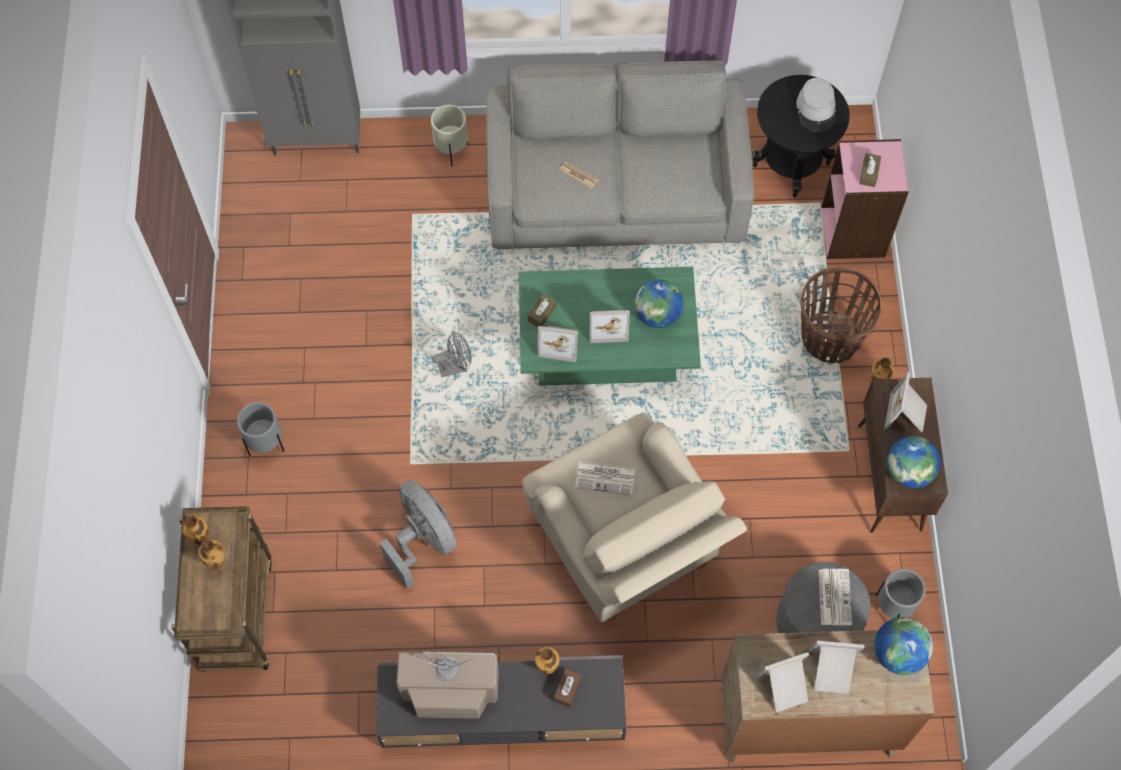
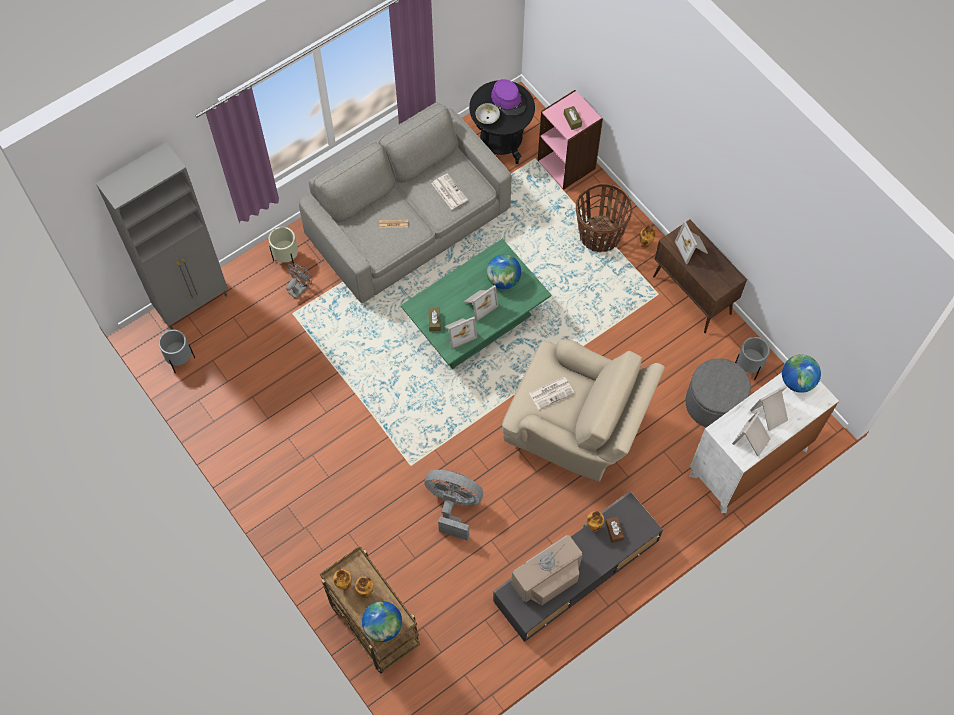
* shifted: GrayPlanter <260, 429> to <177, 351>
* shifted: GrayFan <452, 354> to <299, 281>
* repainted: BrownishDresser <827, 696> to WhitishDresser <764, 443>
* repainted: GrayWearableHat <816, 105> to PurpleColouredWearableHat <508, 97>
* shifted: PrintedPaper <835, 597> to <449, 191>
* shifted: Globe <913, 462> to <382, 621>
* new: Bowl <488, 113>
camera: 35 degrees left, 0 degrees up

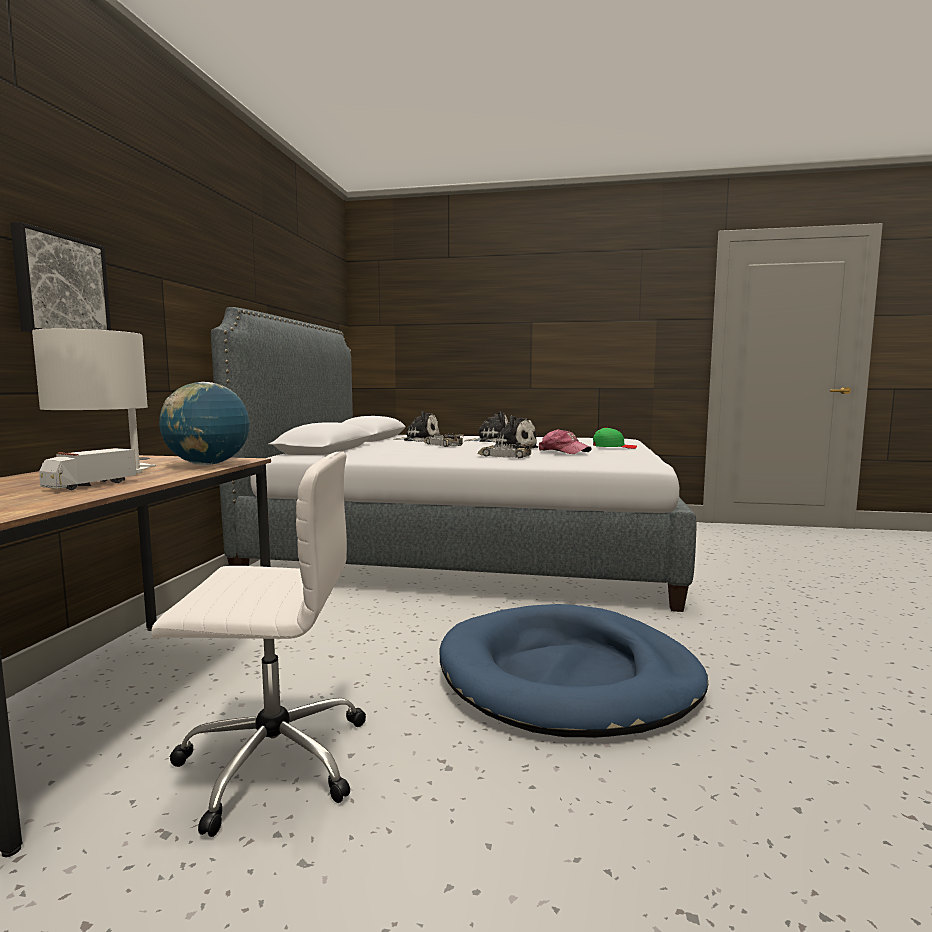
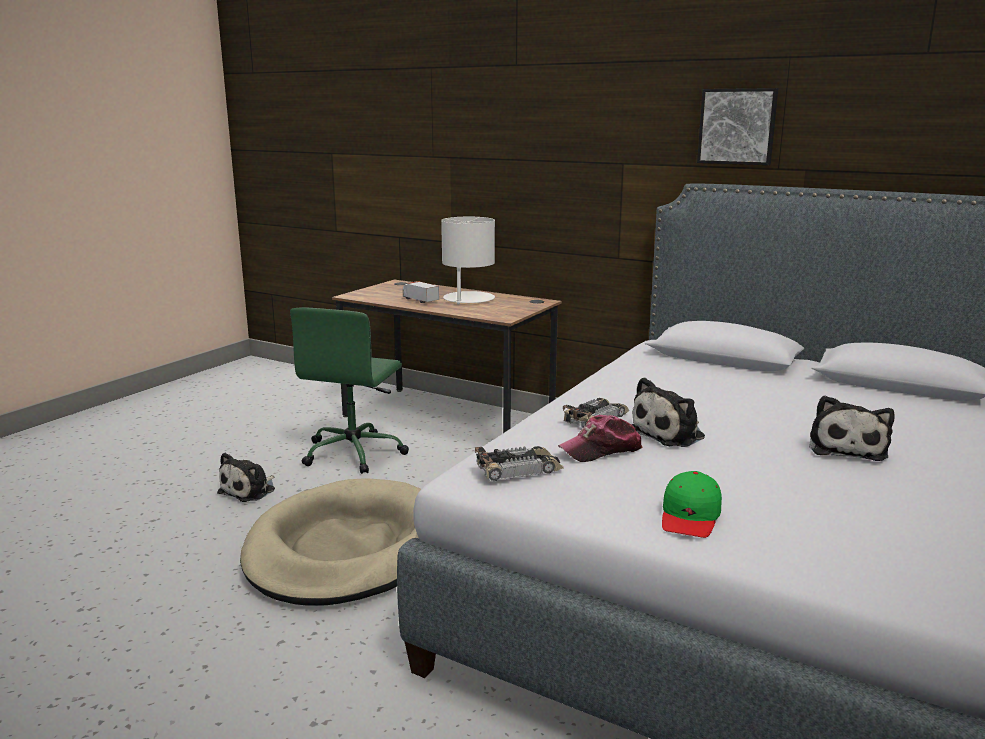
* shifted: WallArt <60, 277> to <737, 126>
* repainted: WhitishComputerChair <258, 644> to GreenComputerChair <349, 390>
* gone: Globe <204, 423>
* shifted: SoftToy <416, 426> to <246, 477>
* shifted: ToyCar <444, 440> to <519, 463>
* repainted: BlueColouredPetBed <573, 670> to BeigePetBed <330, 542>
camera: 110 degrees right, 10 degrees up

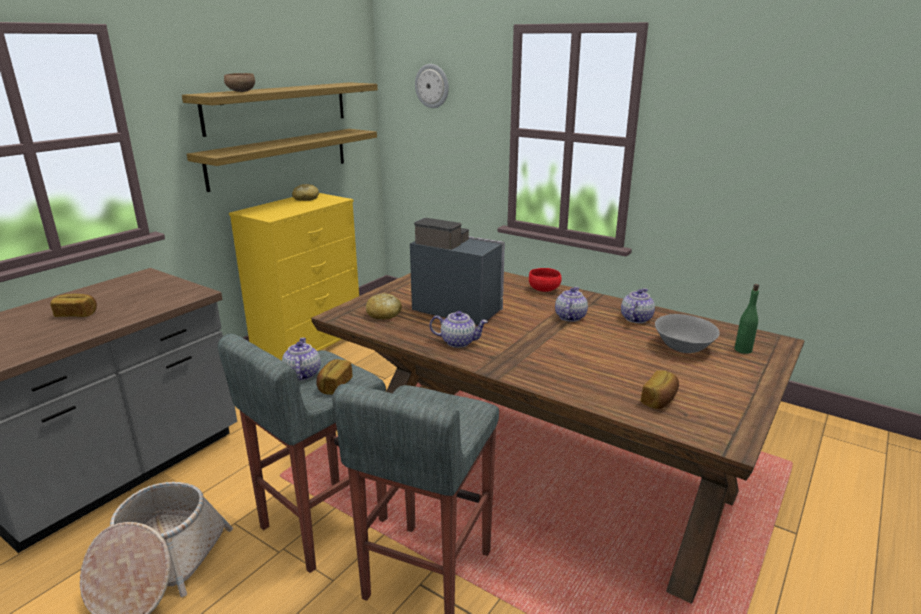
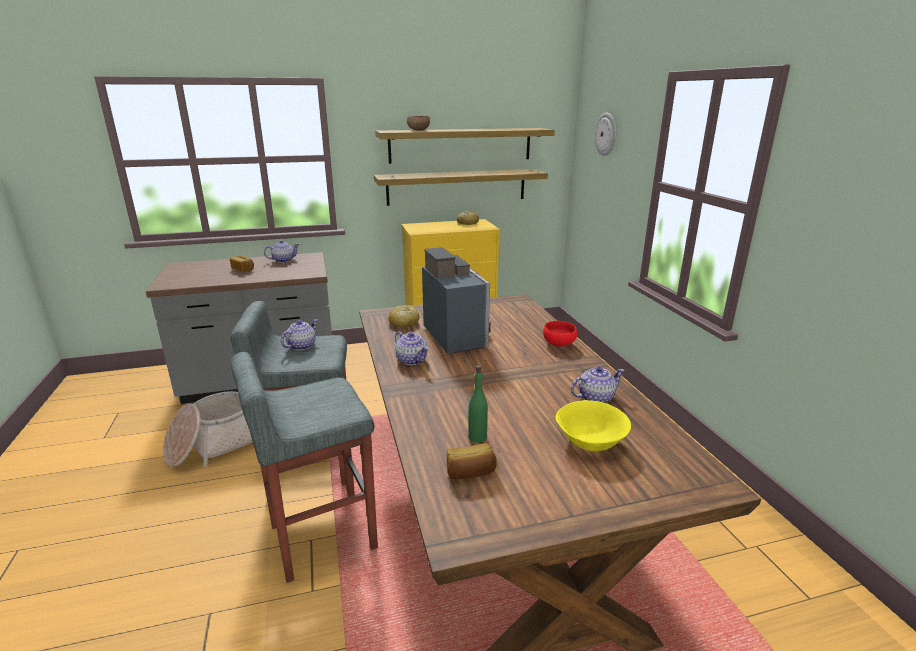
* gone: BakeryBread <334, 377>
* shifted: TeaPot <571, 304> to <281, 251>
* repainted: GrayBowl <687, 333> to YellowColouredBowl <593, 425>
* shifted: GreenDrinkBottle <747, 319> to <478, 404>
camera: 40 degrees right, 0 degrees up

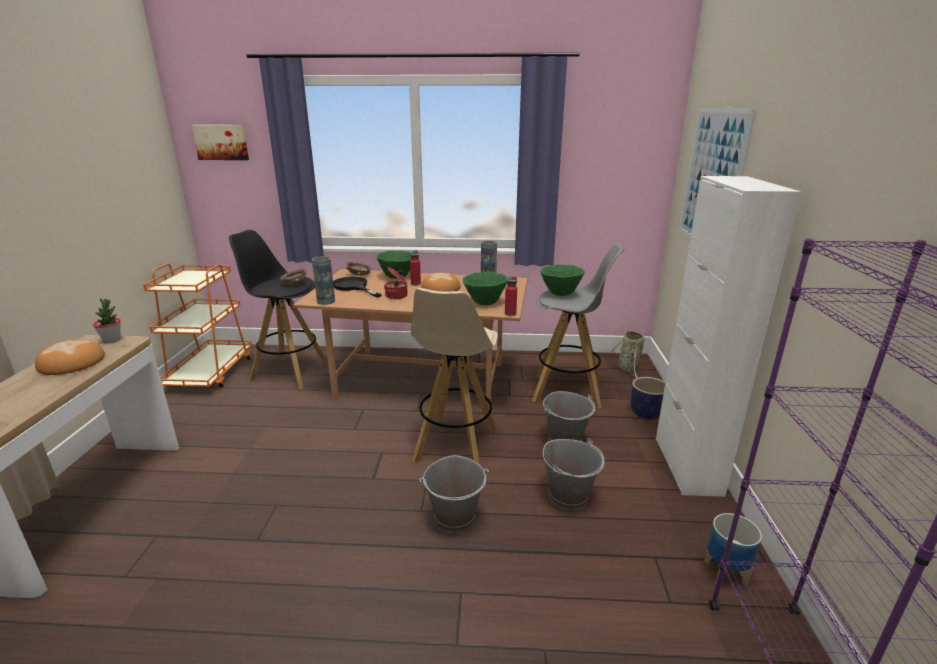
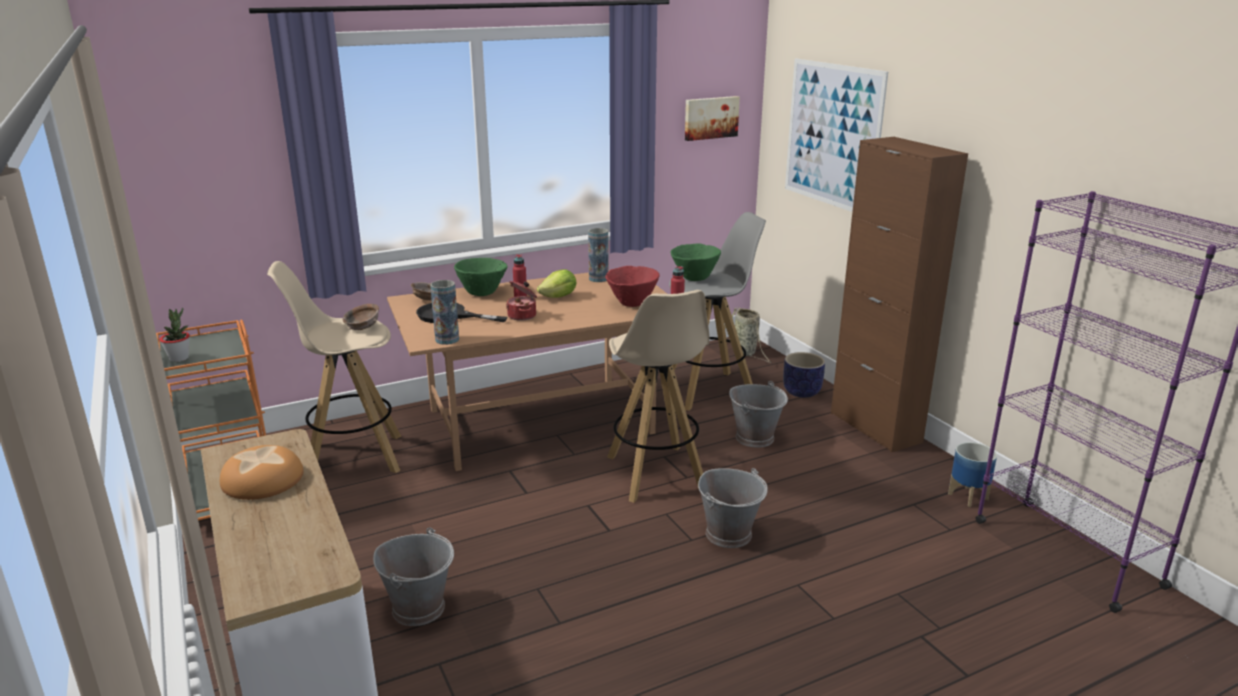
* shifted: PottedPlant <107, 321> to <174, 335>
* shifted: WallArt <220, 142> to <712, 118>
* repainted: BlackishStoolSeat <279, 310> to BeigeStoolSeat <334, 367>
* swapped: BakeryBread <441, 281> to Lettuce <556, 283>
* repainted: GreenBowl <485, 288> to ReddishBowl <632, 286>
* shifted: GrayWaterBucket <574, 475> to <413, 576>
* repainted: WhitishCabinet <728, 336> to BrownishCabinet <899, 294>
camera: 30 degrees left, 0 degrees up

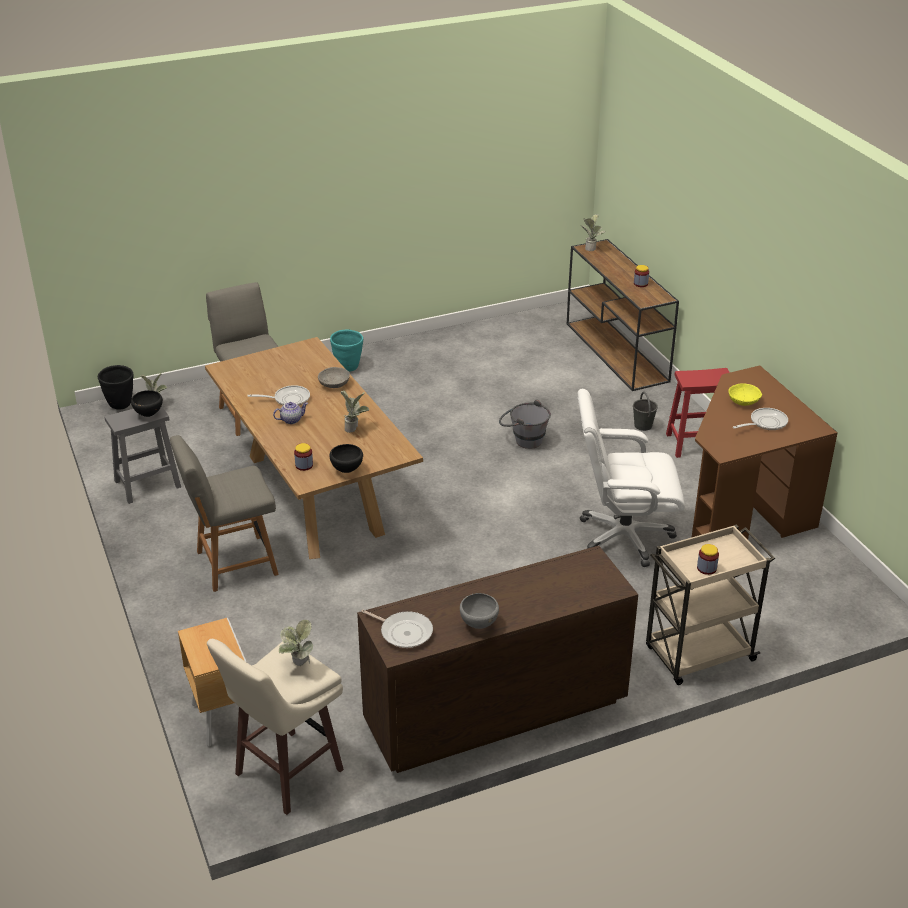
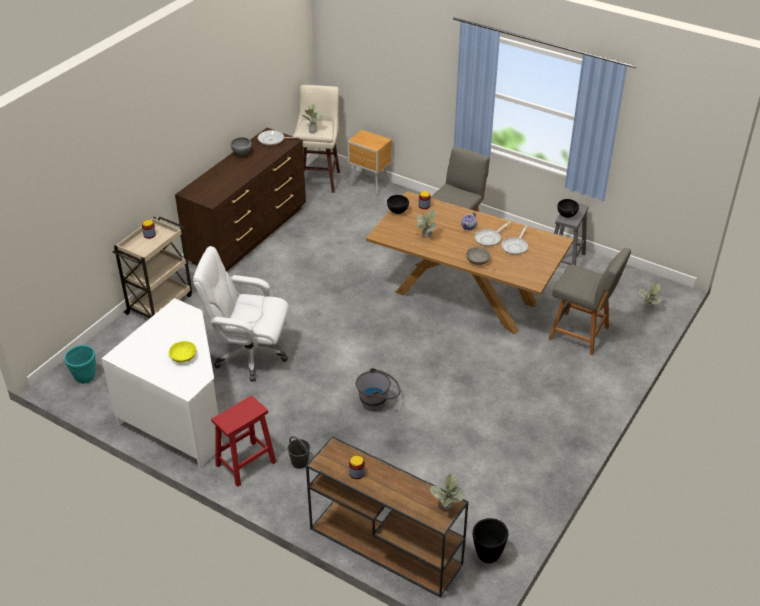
* shifted: BlackishPlanter <116, 387> to <491, 540>
* shifted: TurquoisePlanter <346, 350> to <80, 364>
* rotated: WhitishComputerChair <631, 478> = <241, 314> 135 degrees counterclockwise
* repainted: BrownishDeskUnit <764, 452> to WhitishDeskUnit <162, 383>
* shifted: Skillet <760, 419> to <515, 240>
camera: 145 degrees right, 5 degrees up

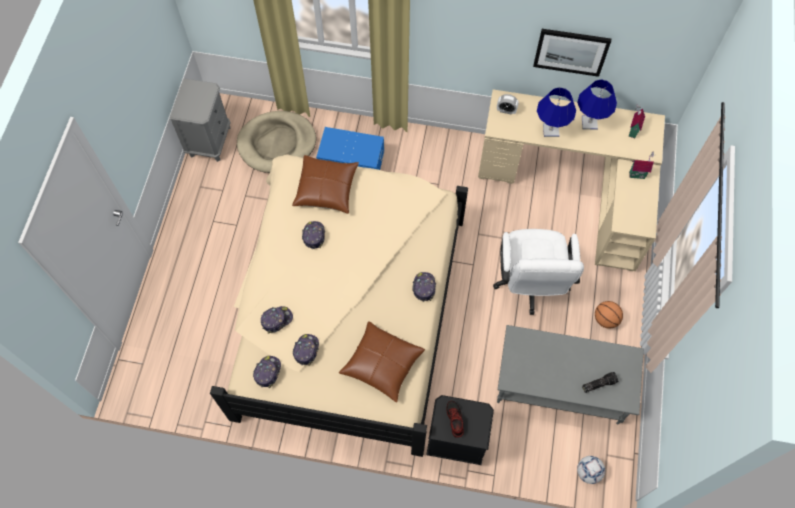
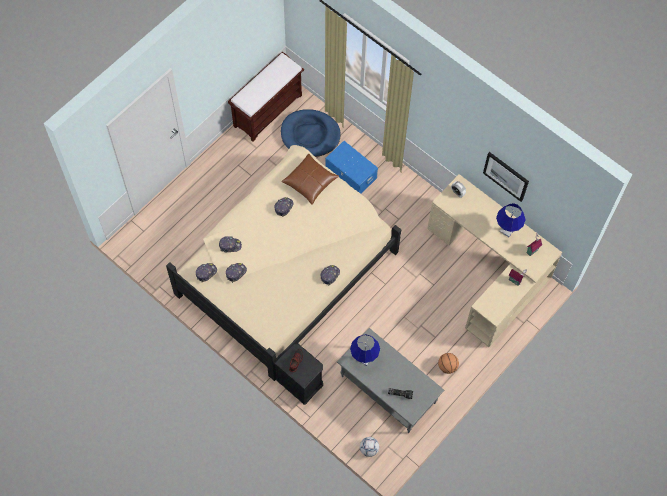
* swapped: GrayNightstand <200, 120> to BrownishBench <266, 97>
* repainted: BeigePetBed <276, 142> to BlueColouredPetBed <311, 133>
* gone: BrownishPillow <382, 362>
* gone: WhitishComputerChair <538, 272>
* shifted: BlueColouredTableLamp <556, 112> to <365, 350>
camera: 30 degrees right, 0 degrees up

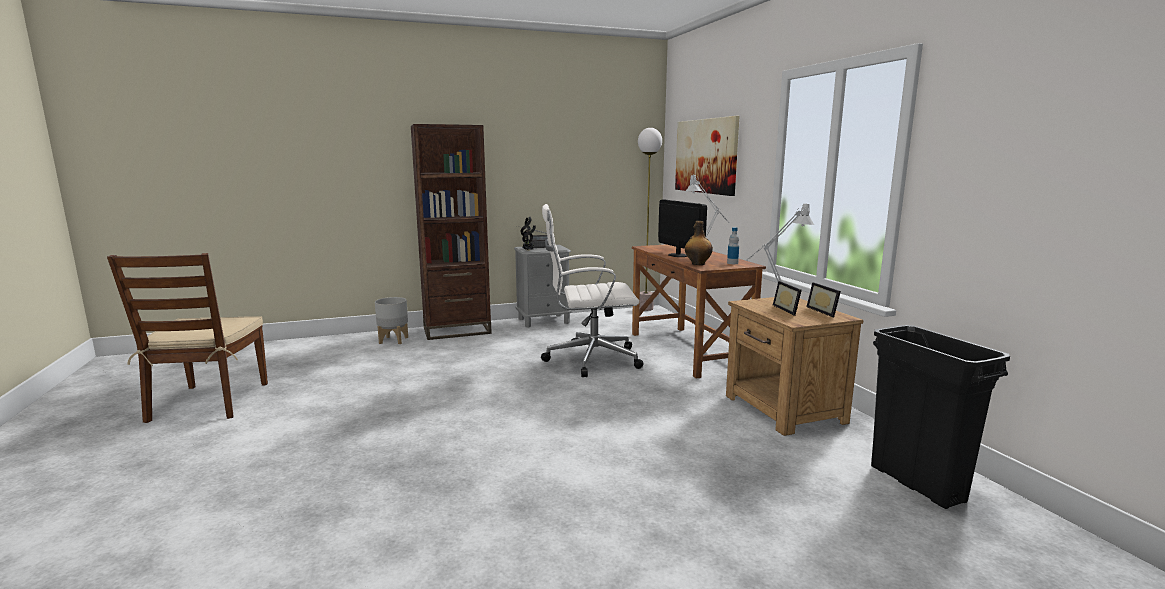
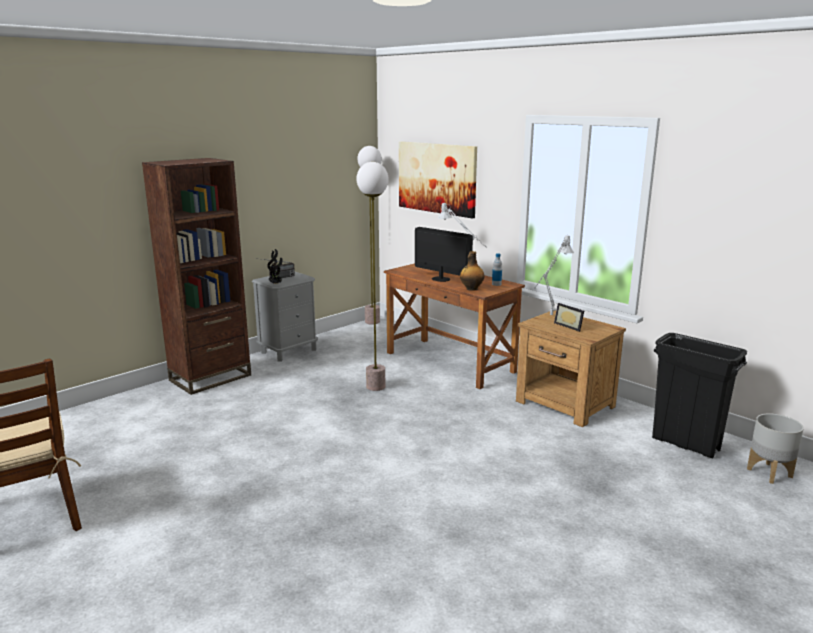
* shifted: GrayPlanter <391, 320> to <775, 448>
* swapped: WhitishComputerChair <592, 290> to StandardLamp <373, 276>
* gone: PhotoFrame <823, 299>
camera: 25 degrees left, 5 degrees up

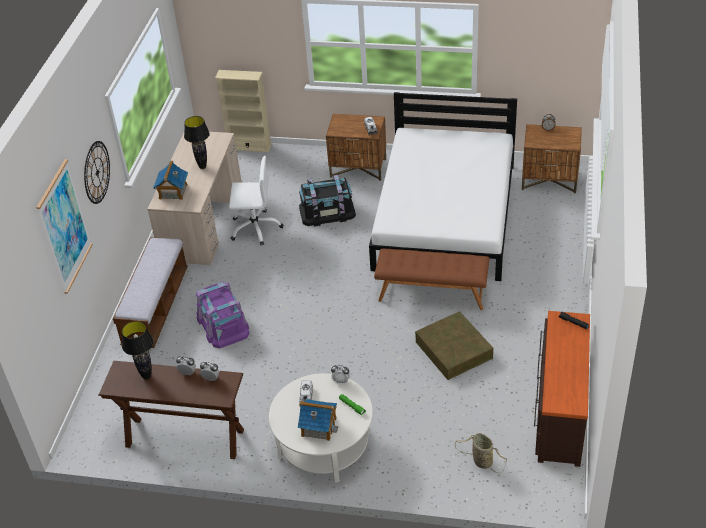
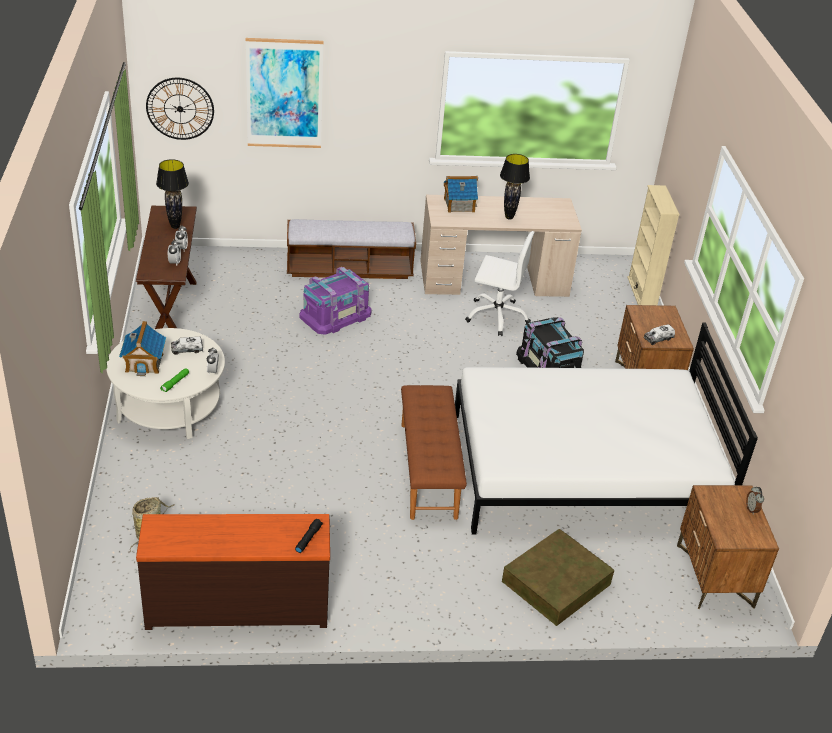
* shifted: HangingClock <97, 172> to <180, 109>
* rotated: WhitishComputerChair <256, 200> = <499, 283> 60 degrees counterclockwise
* shifted: BrownishStorageContainer <454, 346> to <558, 577>
camera: 70 degrees right, 5 degrees down

